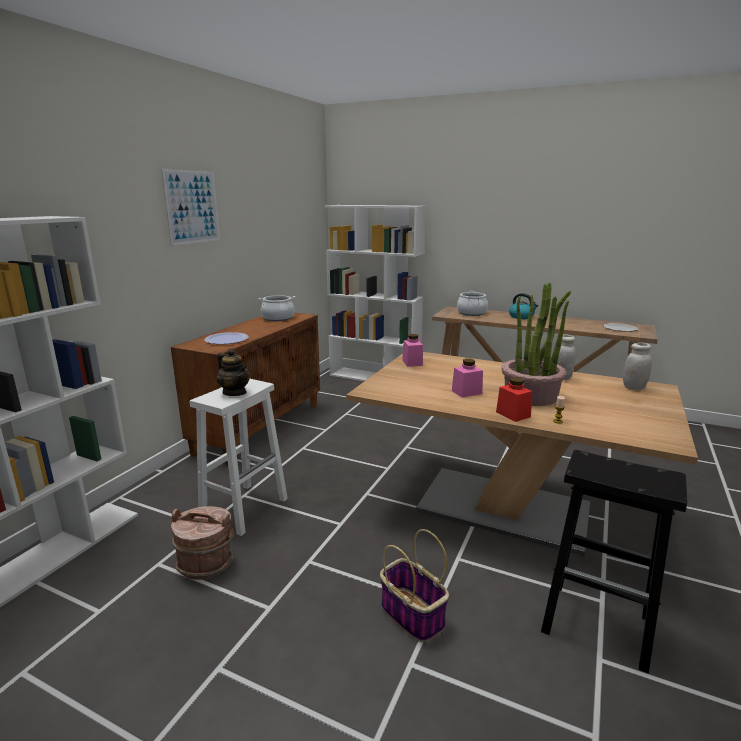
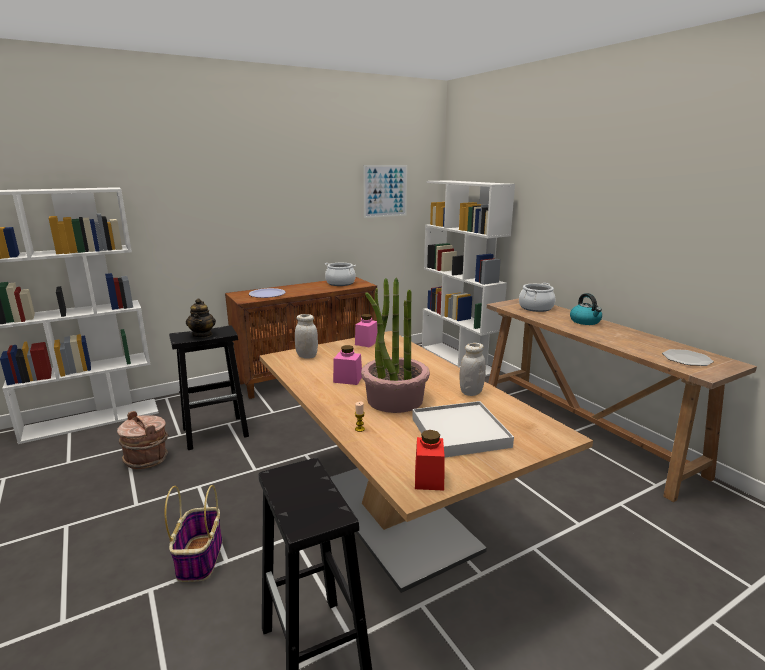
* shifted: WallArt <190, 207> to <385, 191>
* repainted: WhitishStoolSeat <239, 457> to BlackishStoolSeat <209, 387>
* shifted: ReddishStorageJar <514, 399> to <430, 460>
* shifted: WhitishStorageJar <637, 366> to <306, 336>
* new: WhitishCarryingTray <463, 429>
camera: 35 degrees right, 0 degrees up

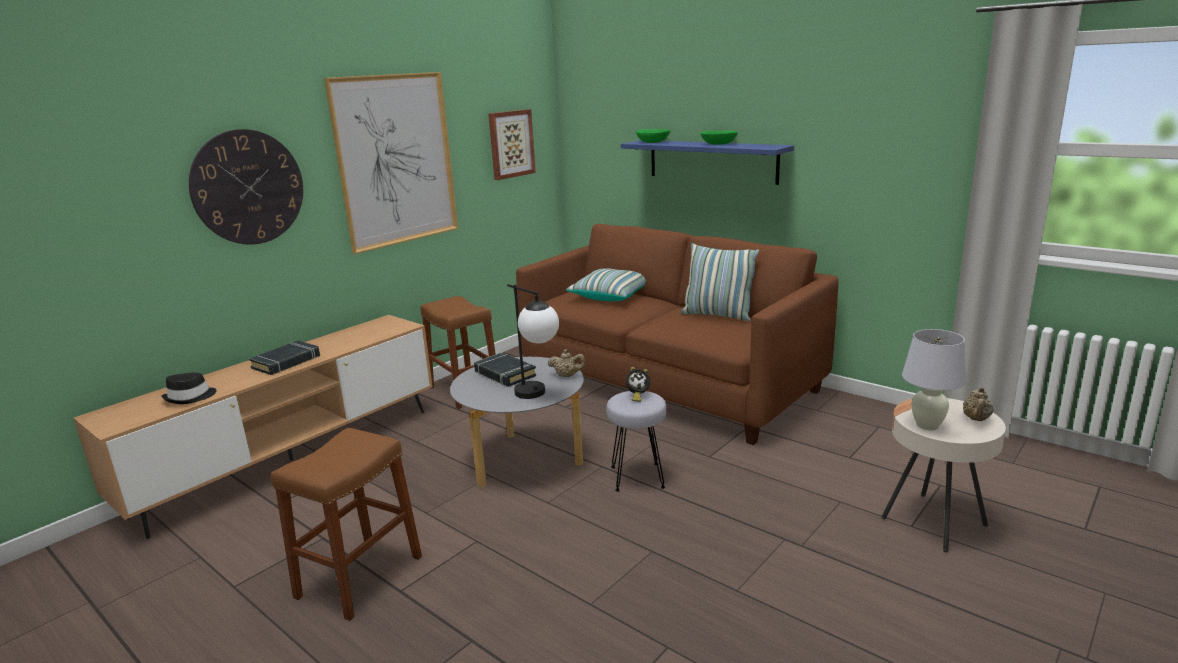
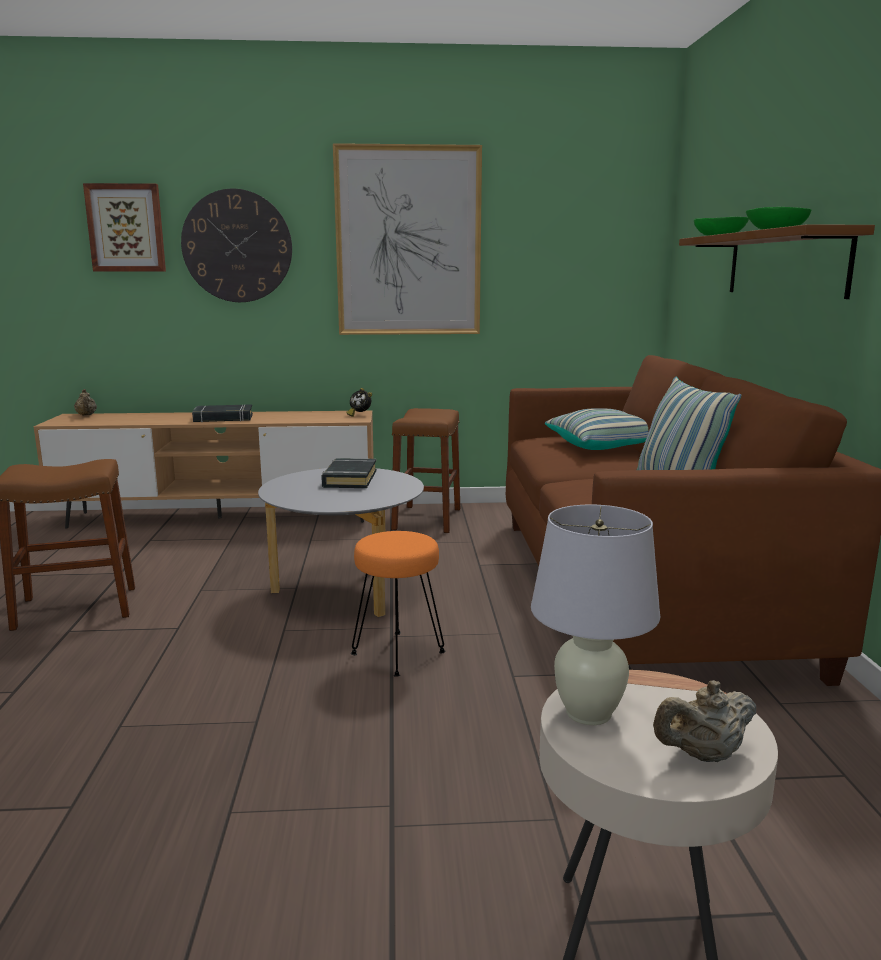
* gone: BlackishWearableHat <189, 388>
* shifted: WallArt <512, 144> to <124, 227>
* gone: TableLamp <533, 341>
* shifted: BeigeTeaPot <567, 363> to <85, 402>
* repainted: GrayStoolSeat <636, 441> to OrangeColouredStoolSeat <398, 604>
* repainted: BlueColouredShelf <707, 162> to BrownishShelf <777, 261>
* shifted: BedsideClock <638, 384> to <359, 402>
camera: 45 degrees right, 5 degrees down

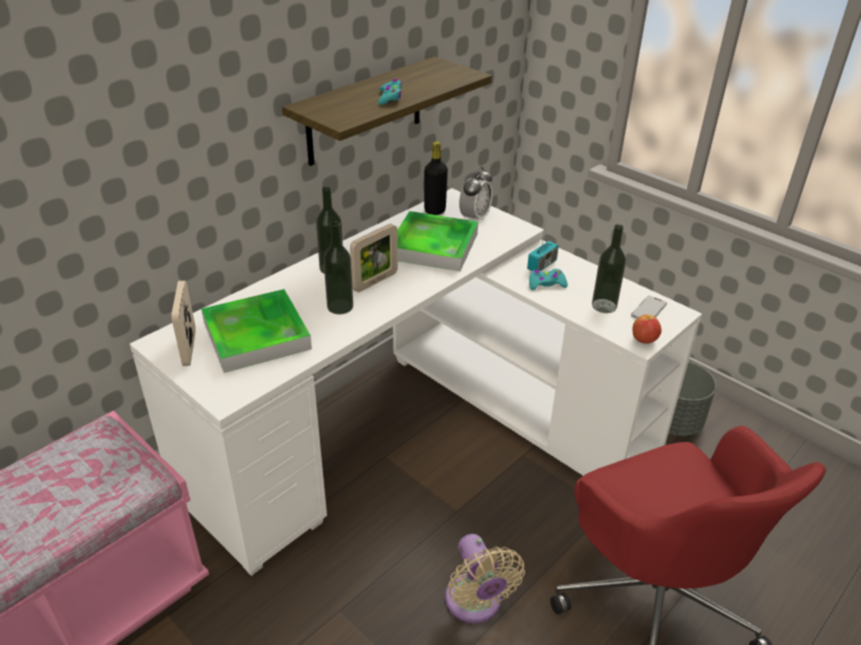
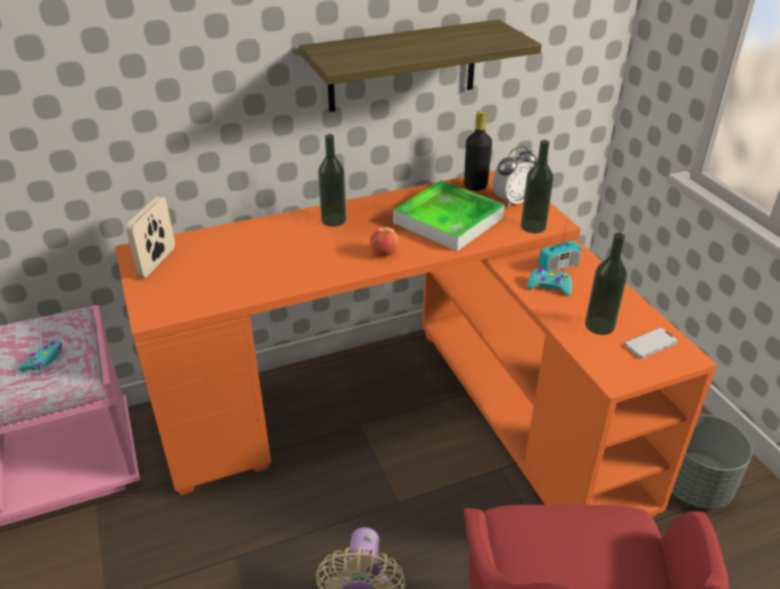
* repainted: WhitishDeskUnit <416, 382> to OrangeColouredDeskUnit <416, 343>
* gone: CarryingTray <256, 331>
* shifted: DrinkBottle <338, 267> to <537, 186>
* gone: PhotoFrame <374, 258>
* shifted: TurquoiseGamepad <390, 92> to <40, 356>
* shifted: WholeApple <646, 329> to <384, 241>
camera: 25 degrees right, 0 degrees up

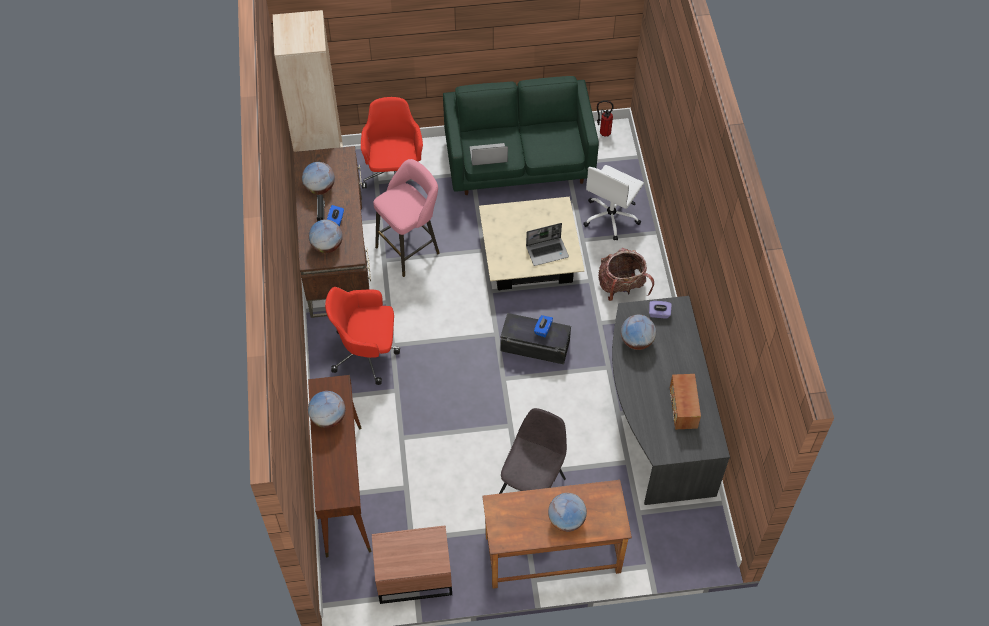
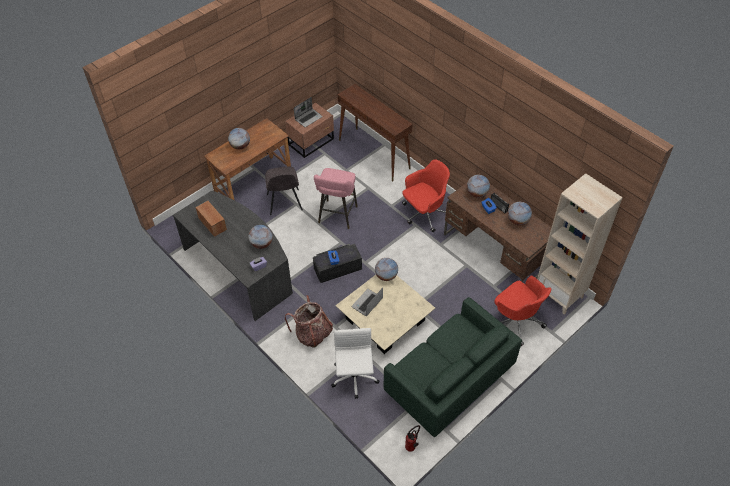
* shifted: Globe <326, 409> to <386, 269>
* shifted: PinkishStoolSeat <406, 218> to <336, 198>
* shifted: Laptop <488, 154> to <308, 112>
camera: 145 degrees right, 5 degrees down

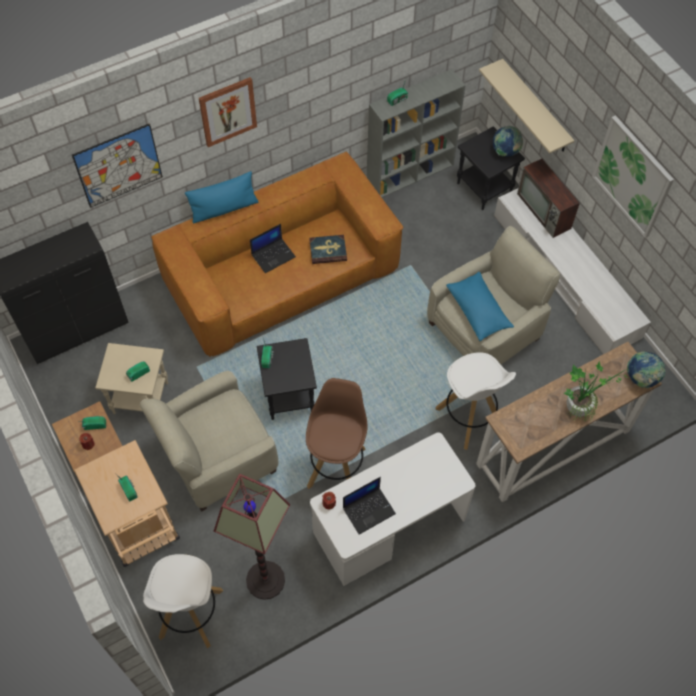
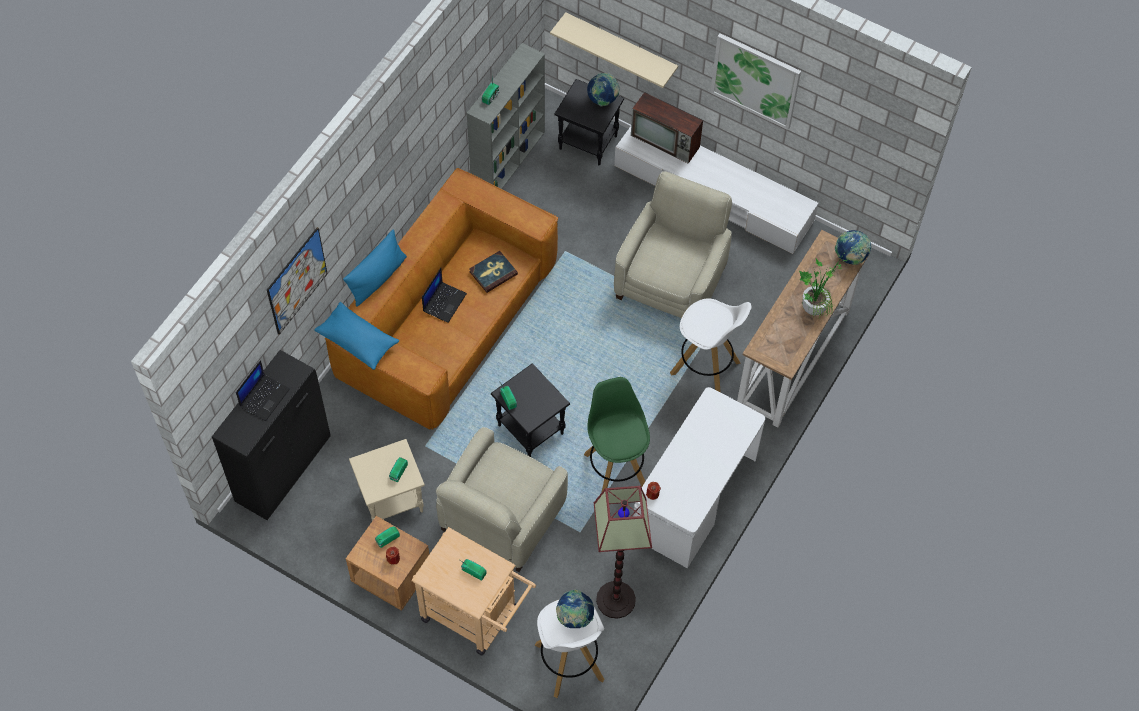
* gone: WallArt <228, 112>
* repainted: BrownishStoolSeat <337, 433> to GreenStoolSeat <617, 435>
* shifted: Laptop <369, 506> to <263, 390>
* shifted: BlueColouredPillow <480, 306> to <356, 336>
* new: Globe <575, 609>
camera: 30 degrees left, 0 degrees up

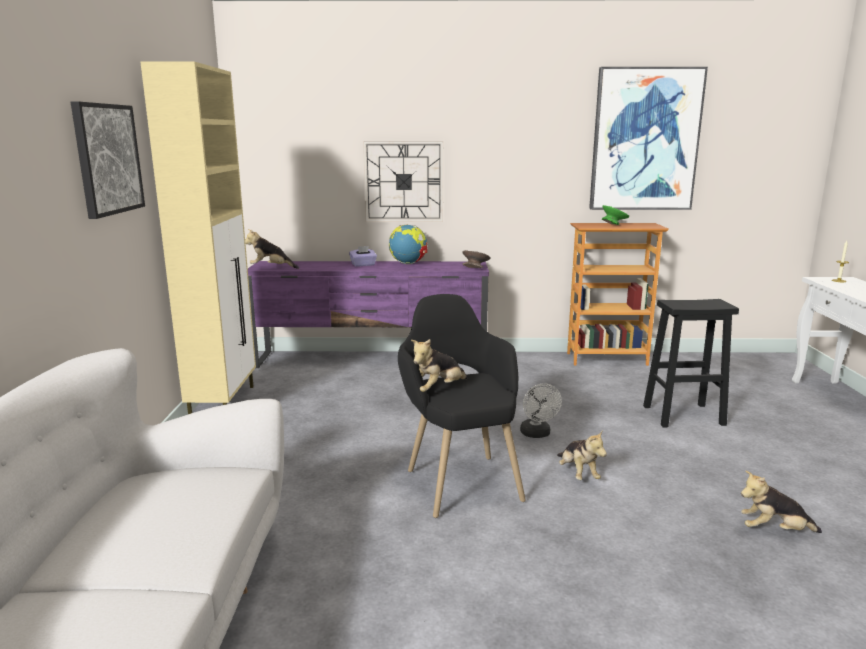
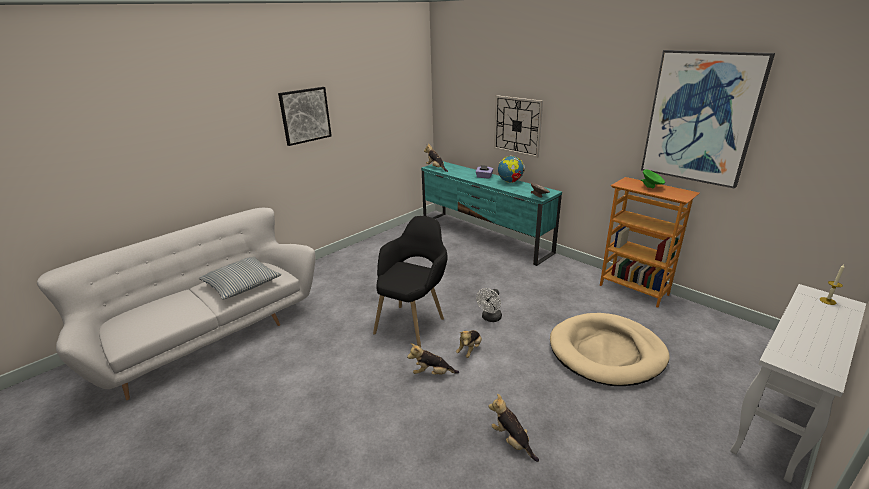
* gone: BeigeCabinet <198, 238>
* repainted: PurpleColouredTvUnit <368, 314> to TurquoiseTvUnit <491, 213>
* shifted: SoftToy <439, 365> to <433, 359>
* swapped: BlackishStoolSeat <691, 363> to BeigePetBed <610, 349>
* new: Pillow <240, 278>
camera: 45 degrees right, 10 degrees up

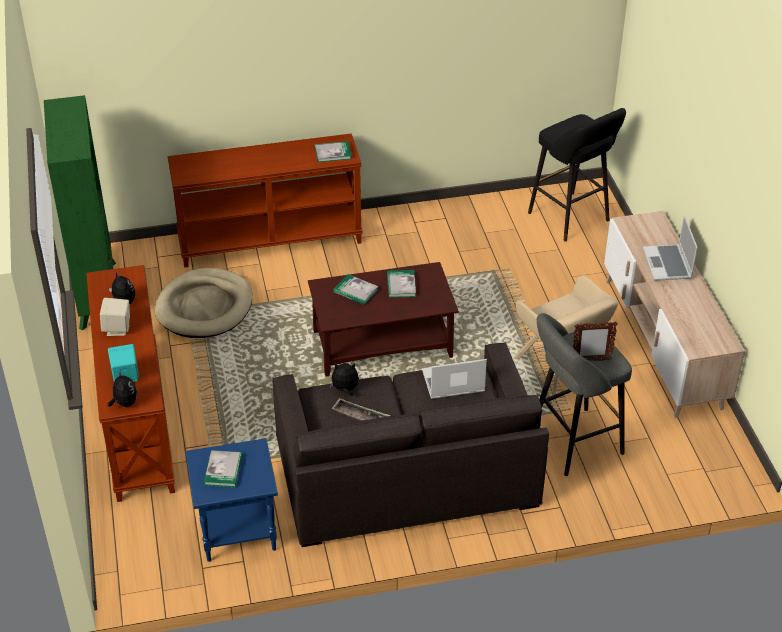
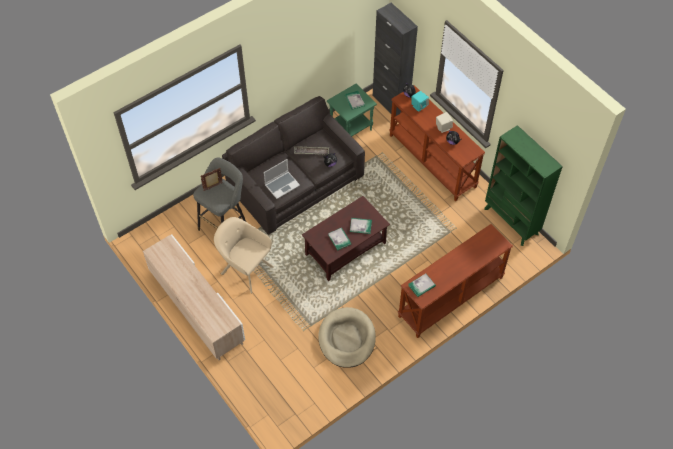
* shifted: BeigePetBed <203, 303> to <347, 337>
* repainted: BlueColouredEndTable <232, 500> to GreenEndTable <352, 110>
* gone: BlackishStoolSeat <577, 175>
* gone: Laptop <670, 248>
* new: BlackishCabinet <395, 59>
camera: 155 degrees right, 15 degrees up

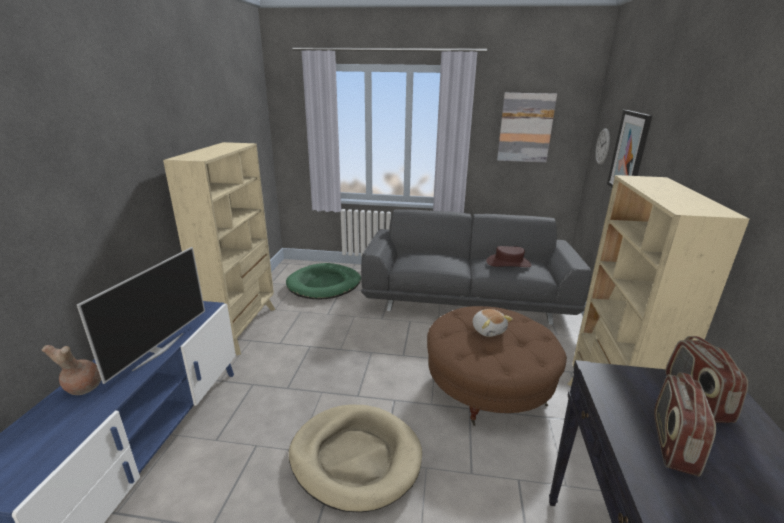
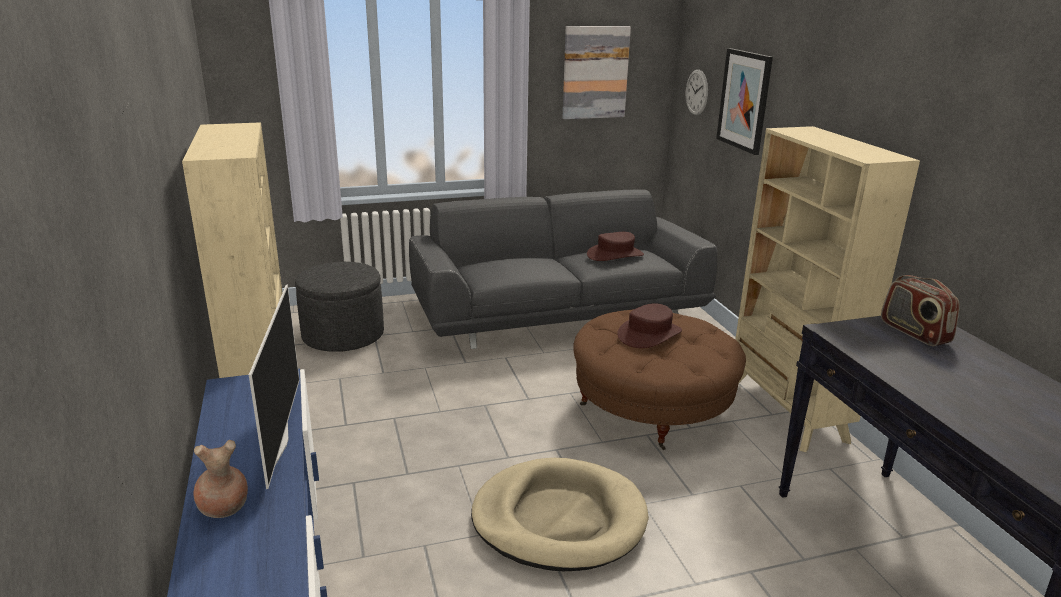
* swapped: GreenPetBed <323, 281> to GrayOttoman <339, 307>
* swapped: SoftToy <492, 323> to BrownishWearableHat <649, 325>
* gone: RadioSet <685, 424>
camera: 25 degrees left, 0 degrees up

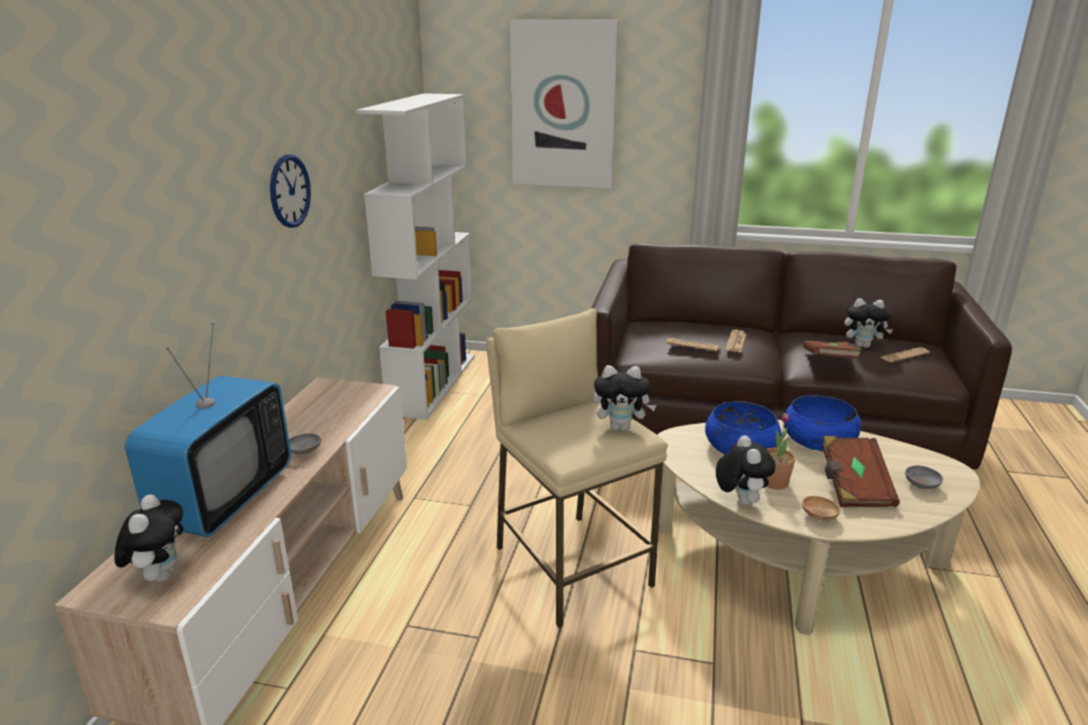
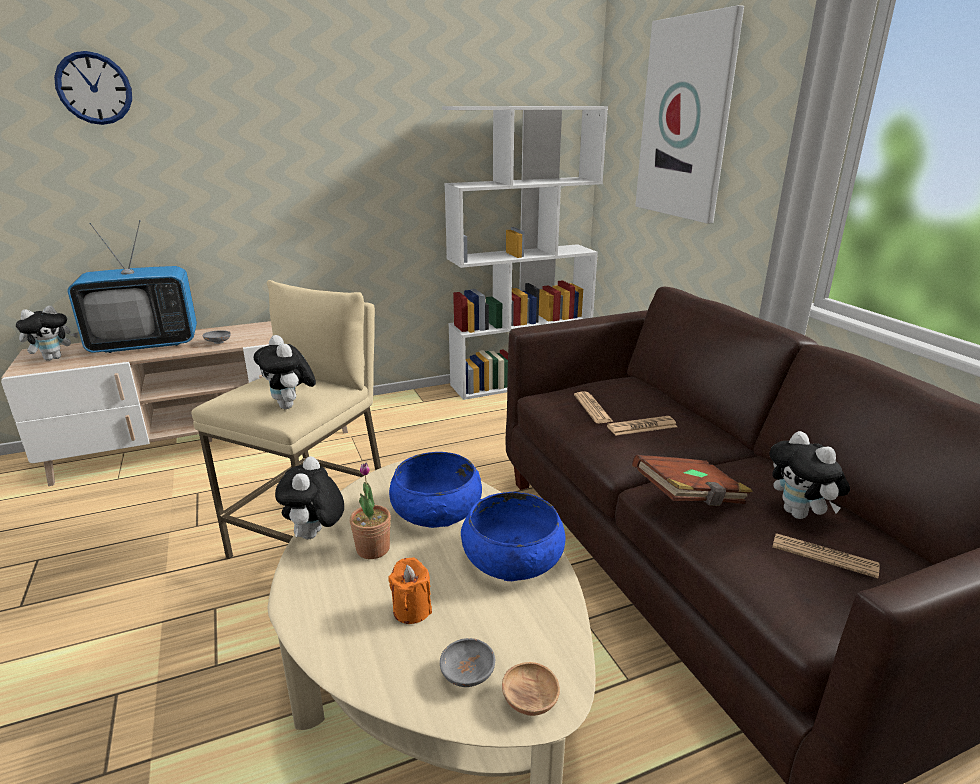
* shifted: HangingClock <290, 191> to <93, 88>
* rotated: SoftToy <746, 470> = <309, 497> 135 degrees clockwise
* shifted: BrownishBowl <821, 508> to <531, 689>
* swapped: BrownishVolume <861, 471> to OrangeColouredWaxCandle <410, 590>
camera: 55 degrees right, 0 degrees up

